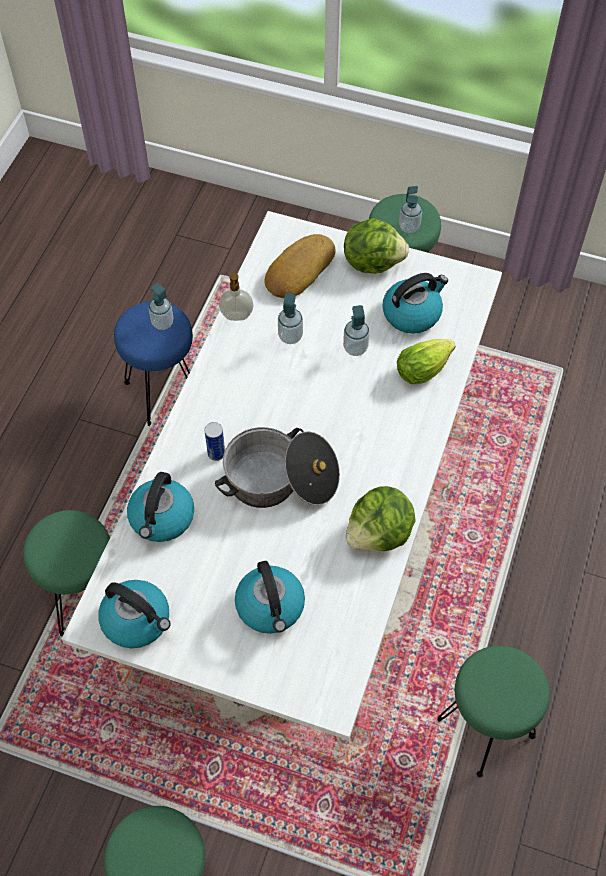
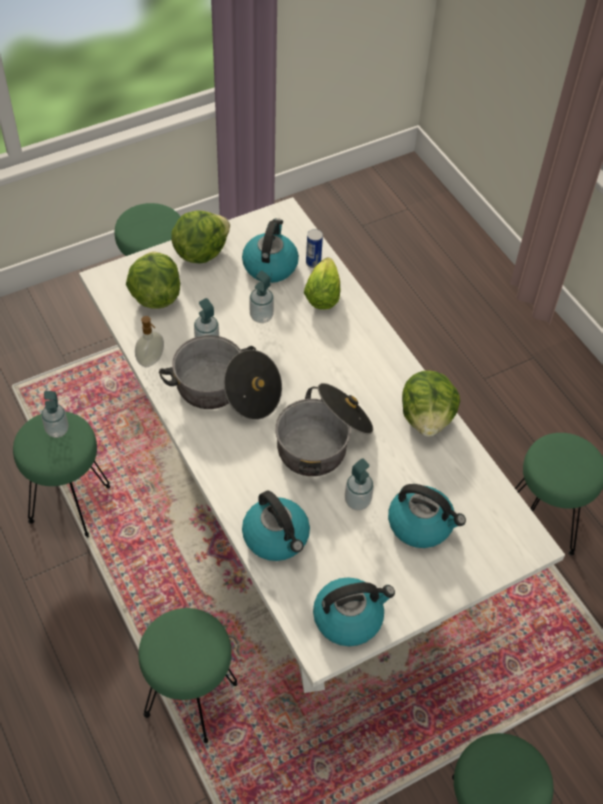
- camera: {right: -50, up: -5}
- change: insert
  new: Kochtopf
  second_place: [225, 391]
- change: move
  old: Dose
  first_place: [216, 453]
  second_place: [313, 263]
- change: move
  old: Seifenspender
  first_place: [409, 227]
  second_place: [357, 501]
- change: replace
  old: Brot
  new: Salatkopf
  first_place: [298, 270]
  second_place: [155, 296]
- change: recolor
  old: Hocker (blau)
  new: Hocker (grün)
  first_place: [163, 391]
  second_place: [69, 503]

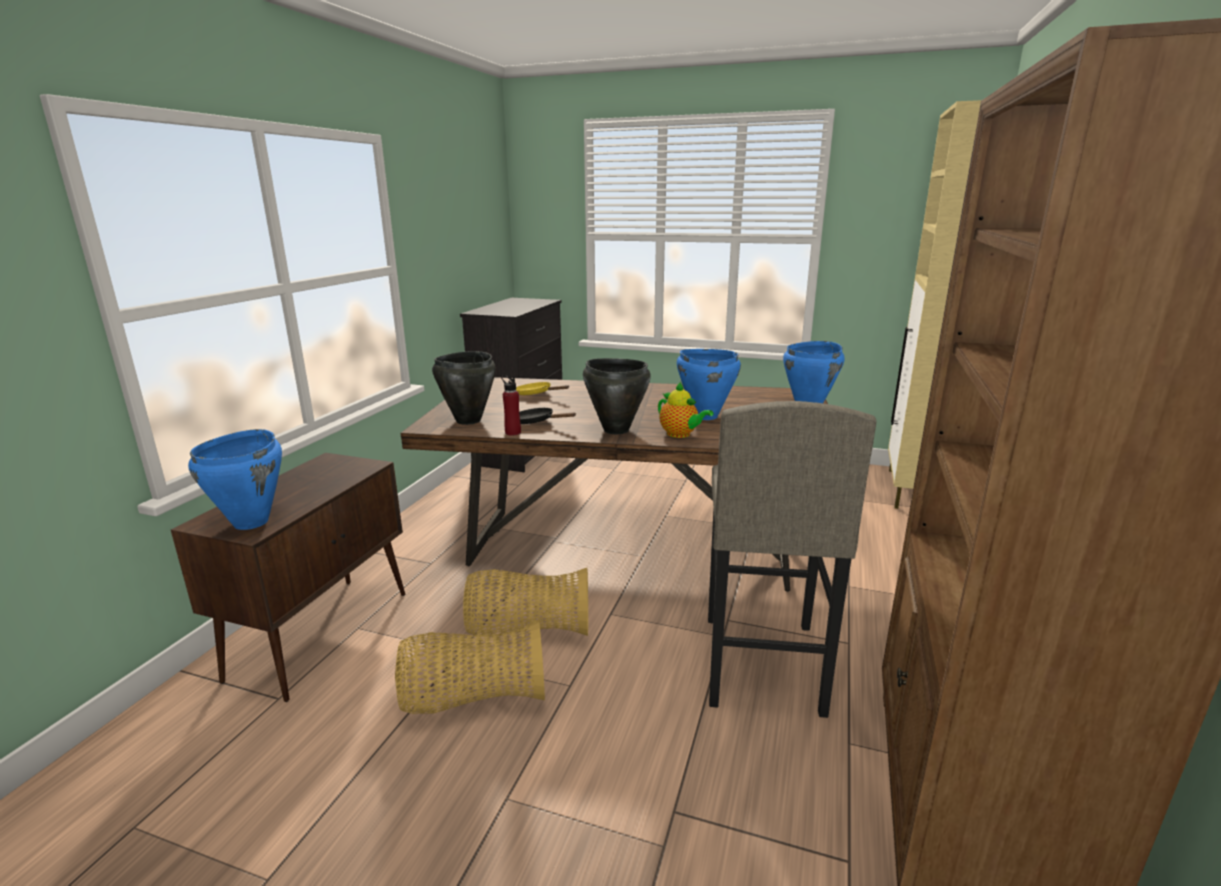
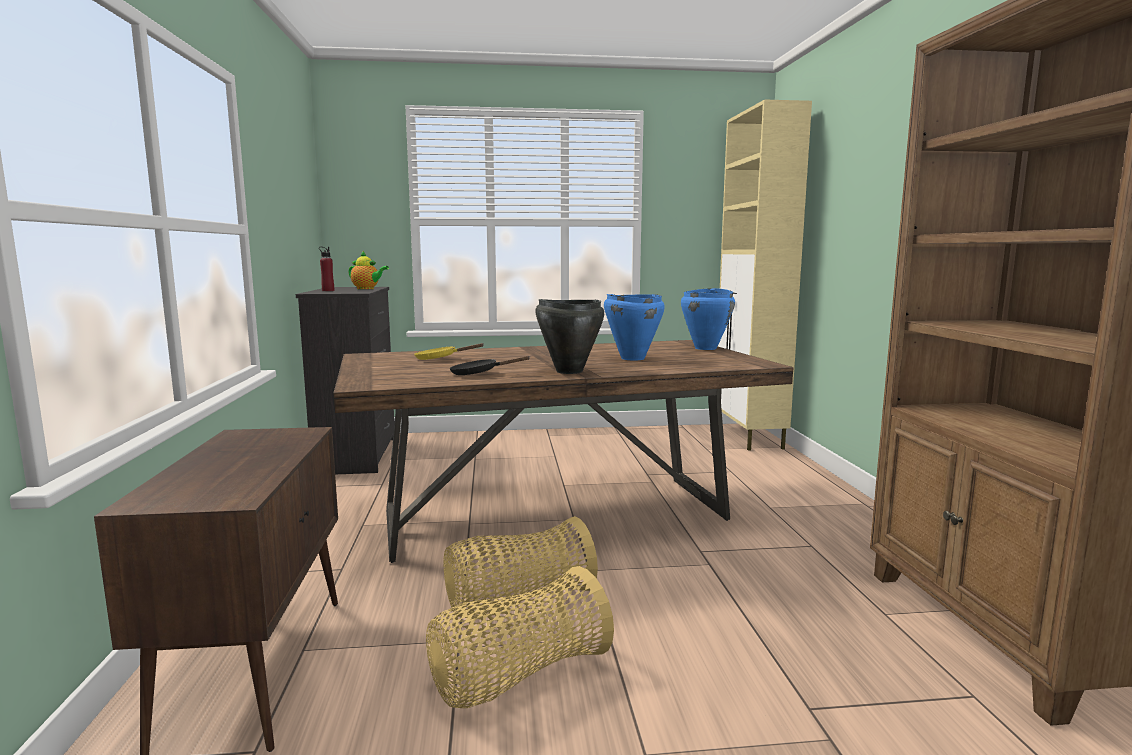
- camera: {right: -25, up: -10}
- change: delete
  old: Kochtopf (blau)
  first_place: [252, 522]
- change: delete
  old: Kochtopf (schwarz)
  first_place: [468, 420]
- change: delete
  old: Hocker (grau)
  first_place: [761, 664]
- change: move
  old: Flasche (rot)
  first_place: [513, 432]
  second_place: [328, 291]
- change: move
  old: Teekanne
  first_place: [680, 434]
  second_place: [367, 289]

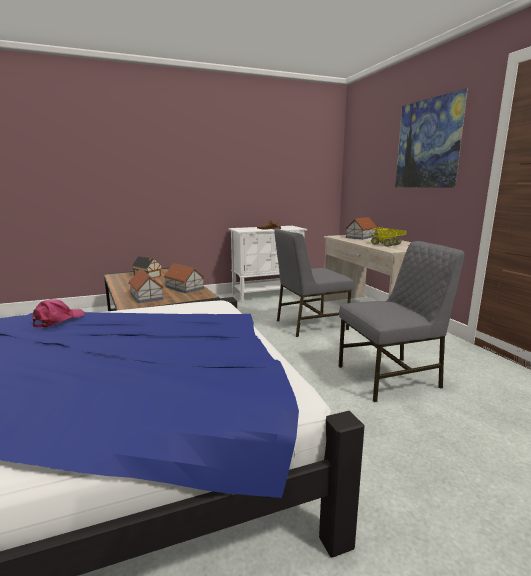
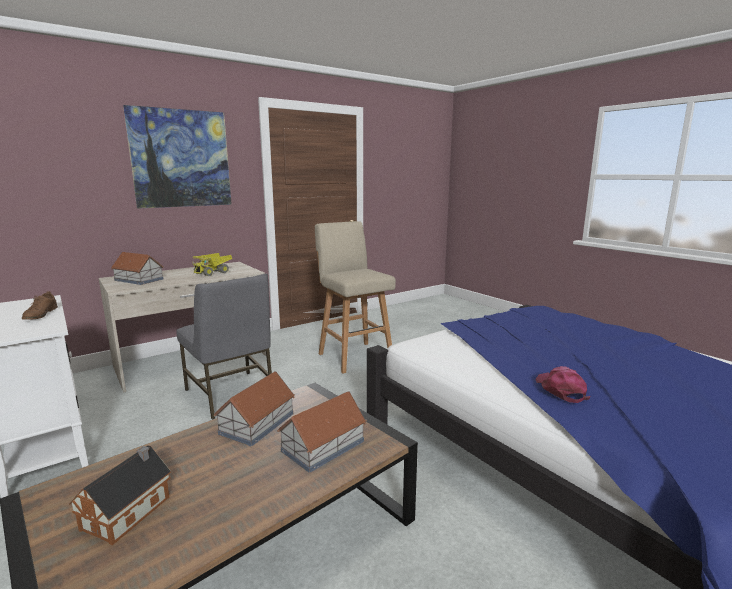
- camera: {right: -105, up: 0}
- change: replace
  old: Stuhl (grau)
  new: Hocker (beige)
  first_place: [390, 377]
  second_place: [354, 356]
- change: rotate
  old: Kappe (rosa)
  first_place: [58, 320]
  second_place: [560, 389]
  degrees: 75

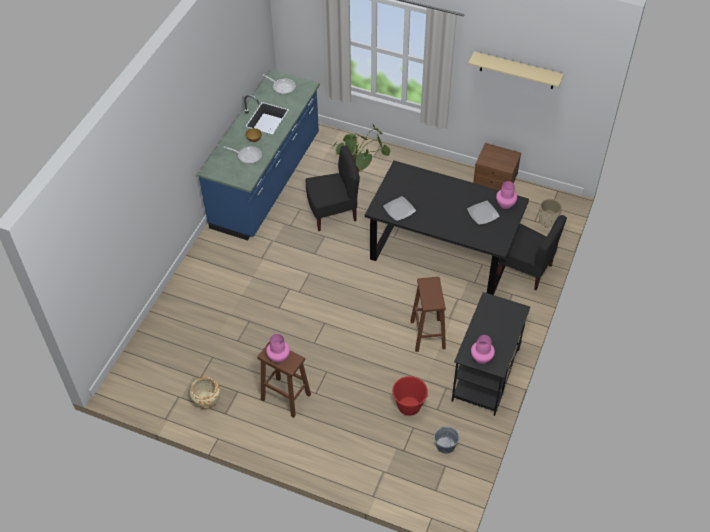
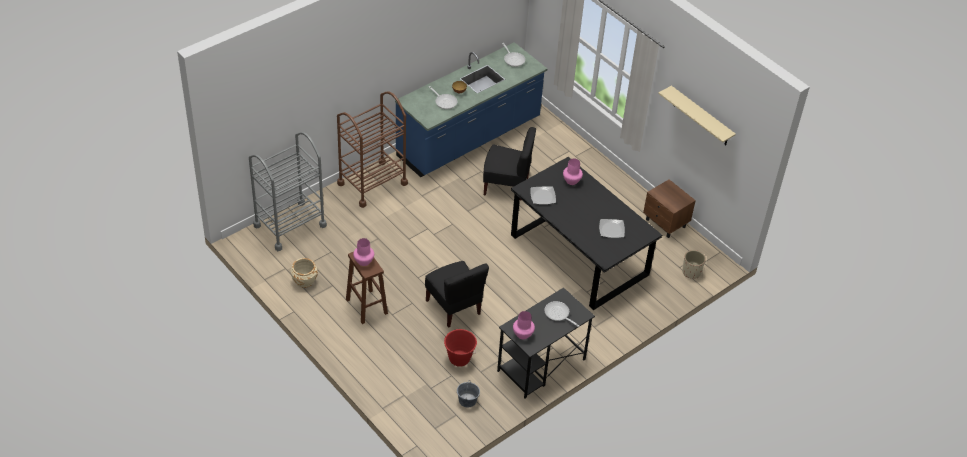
- camera: {right: 25, up: -5}
- change: delete
  old: Topfpflanze
  first_place: [360, 170]
- change: delete
  old: Hocker (braun)
  first_place: [427, 334]
- change: insert
  new: Rollwagen (grau)
  second_place: [290, 225]
- change: insert
  new: Rollwagen (braun)
  second_place: [372, 183]
- change: insert
  new: Pfanne
  second_place: [558, 314]
- change: move
  old: Vase (rosa)
  first_place: [505, 204]
  second_place: [572, 181]
- change: move
  old: Stuhl (schwarz)
  first_place: [525, 269]
  second_place: [454, 307]

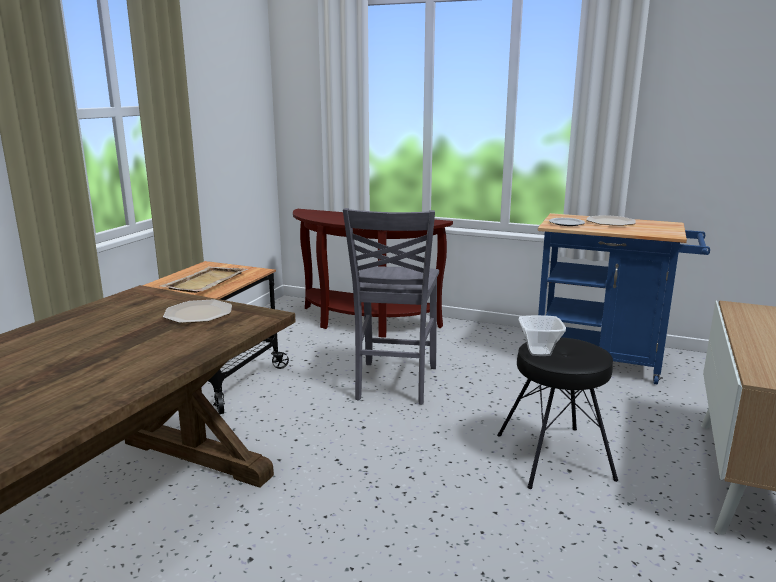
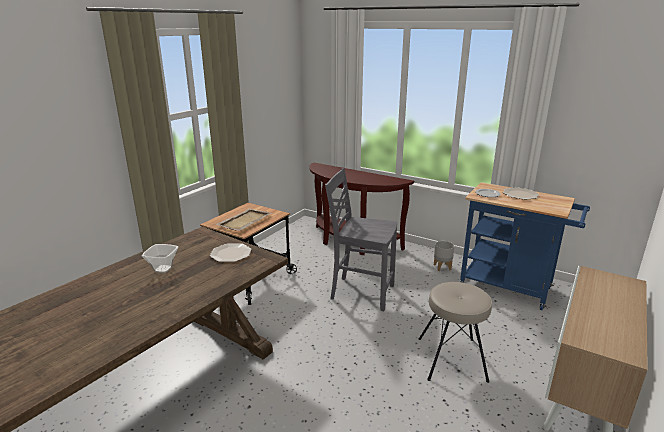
- camera: {right: 10, up: 5}
- change: insert
  new: Pflanzkübel (grau)
  second_place: [442, 267]
- change: move
  old: Schüssel
  first_place: [540, 351]
  second_place: [164, 269]
- change: recolor
  old: Hocker (schwarz)
  new: Hocker (beige)
  first_place: [555, 456]
  second_place: [452, 358]
- change: rotate
  old: Stuhl (grau)
  first_place: [394, 384]
  second_place: [361, 292]
  degrees: 90

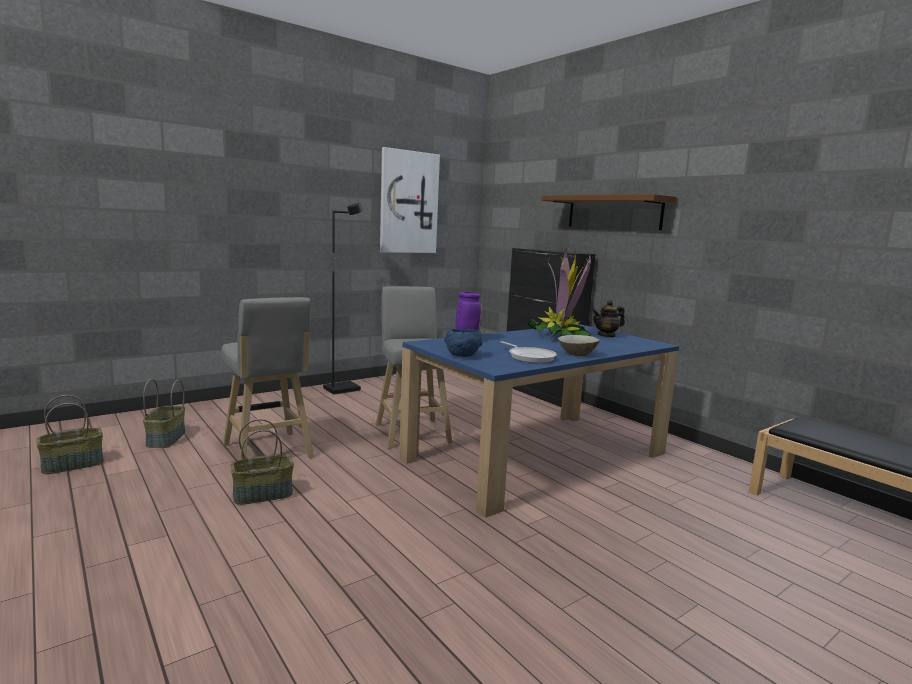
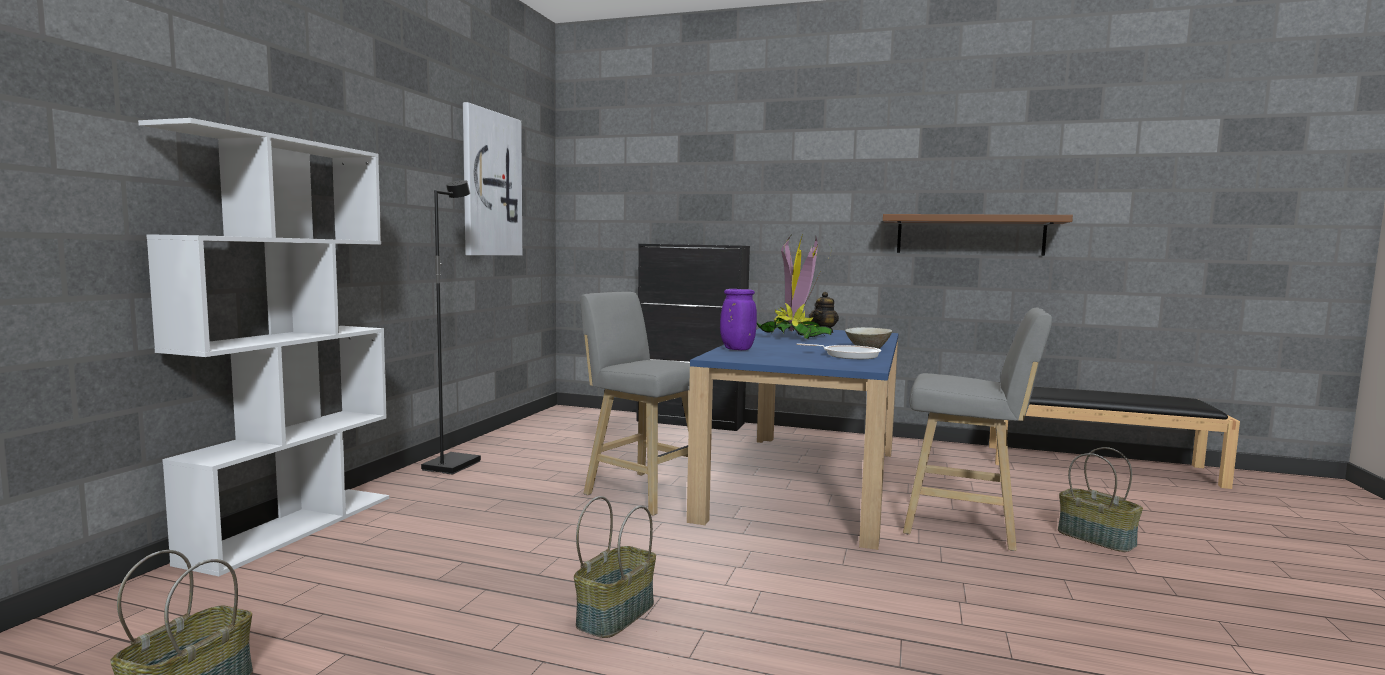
- camera: {right: -35, up: -5}
- change: delete
  old: Schüssel (blau)
  first_place: [463, 356]
- change: insert
  new: Bücherregal (weiß)
  second_place: [293, 527]
- change: move
  old: Korb
  first_place: [166, 439]
  second_place: [1097, 538]
- change: move
  old: Hocker (grau)
  first_place: [268, 453]
  second_place: [966, 526]
- change: move
  old: Wandregal (braun)
  first_place: [613, 212]
  second_place: [969, 235]

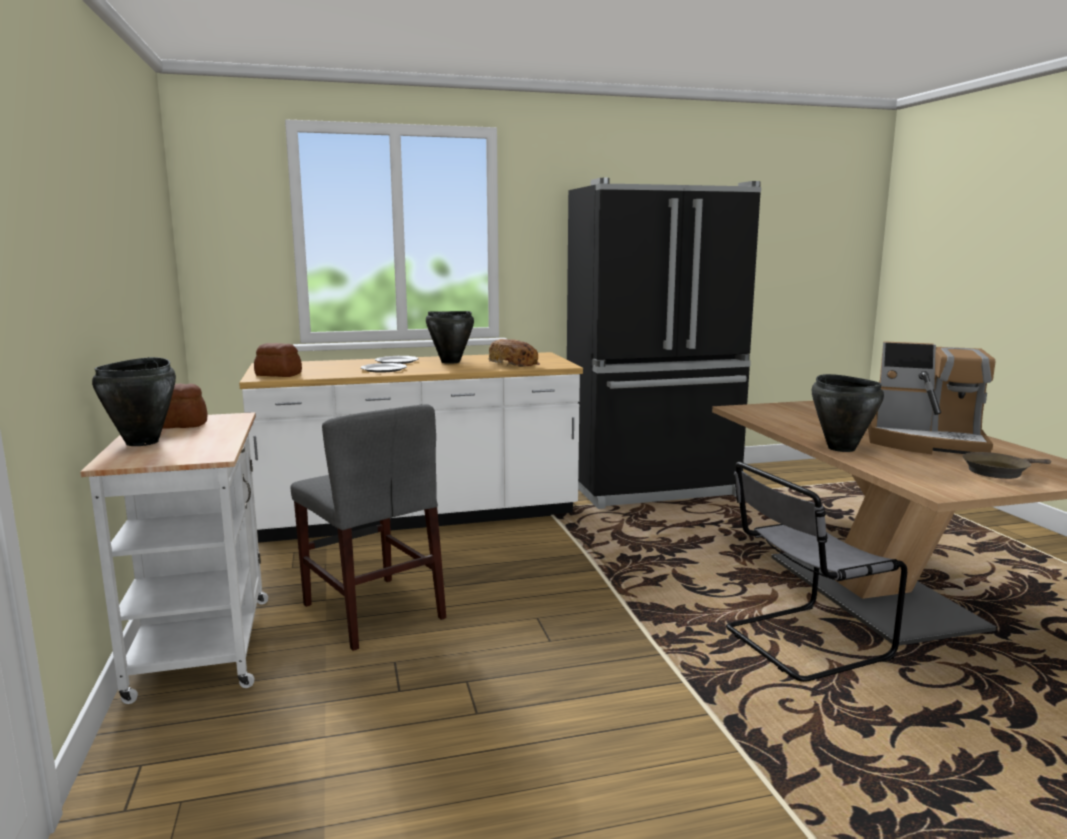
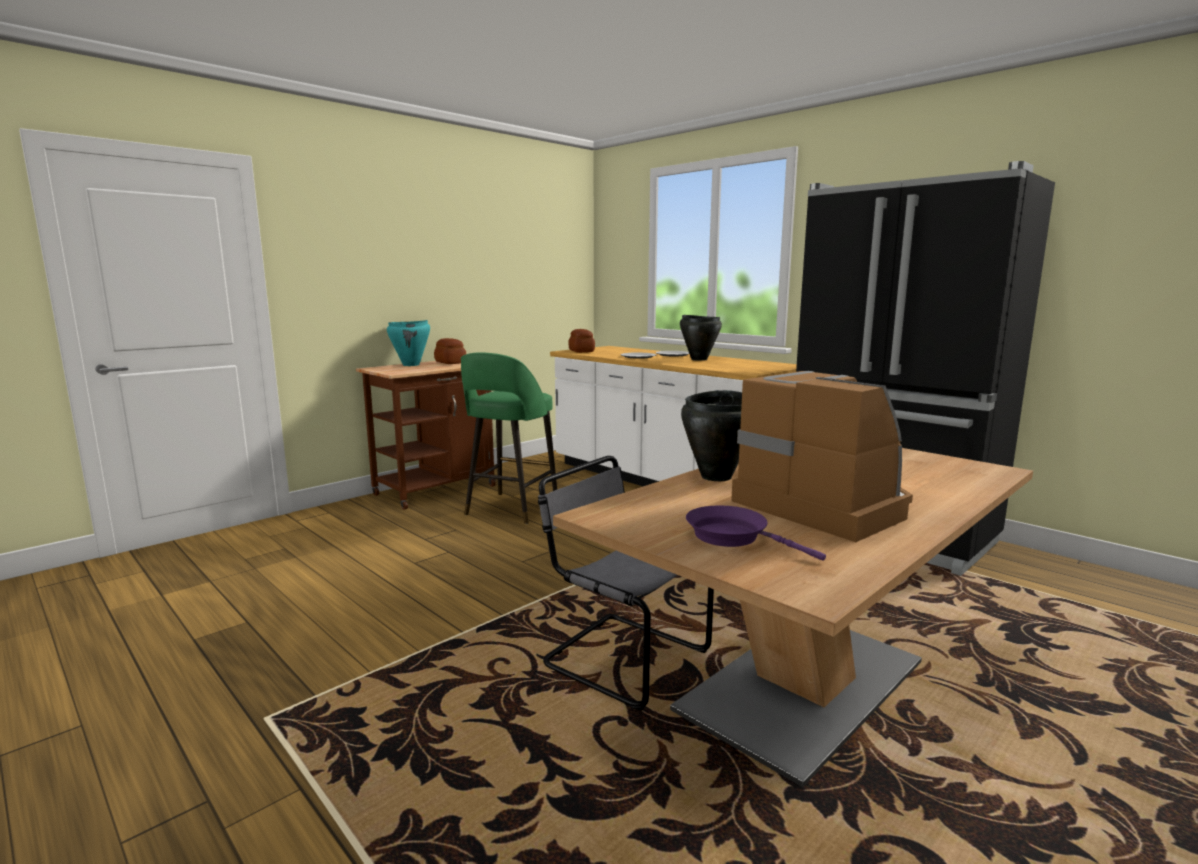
- camera: {right: 60, up: 0}
- change: delete
  old: Brot
  first_place: [515, 364]
- change: replace
  old: Stuhl (grau)
  new: Hocker (grün)
  first_place: [373, 611]
  second_place: [510, 509]
- change: recolor
  old: Rollwagen (weiß)
  new: Rollwagen (braun)
  first_place: [203, 640]
  second_place: [442, 488]
- change: recolor
  old: Kochtopf (schwarz)
  new: Kochtopf (türkis)
  first_place: [143, 442]
  second_place: [411, 365]
- change: recolor
  old: Pfanne (braun)
  new: Pfanne (lila)
  first_place: [998, 471]
  second_place: [733, 537]
- change: rotate
  old: Kaffeemaschine
  first_place: [926, 443]
  second_place: [822, 505]
  degrees: 150

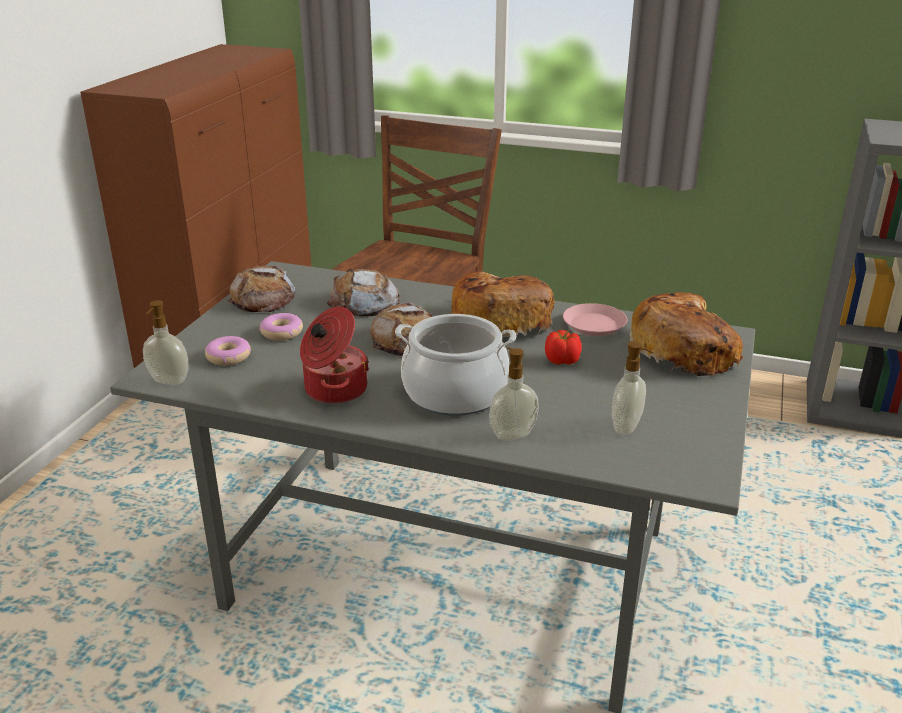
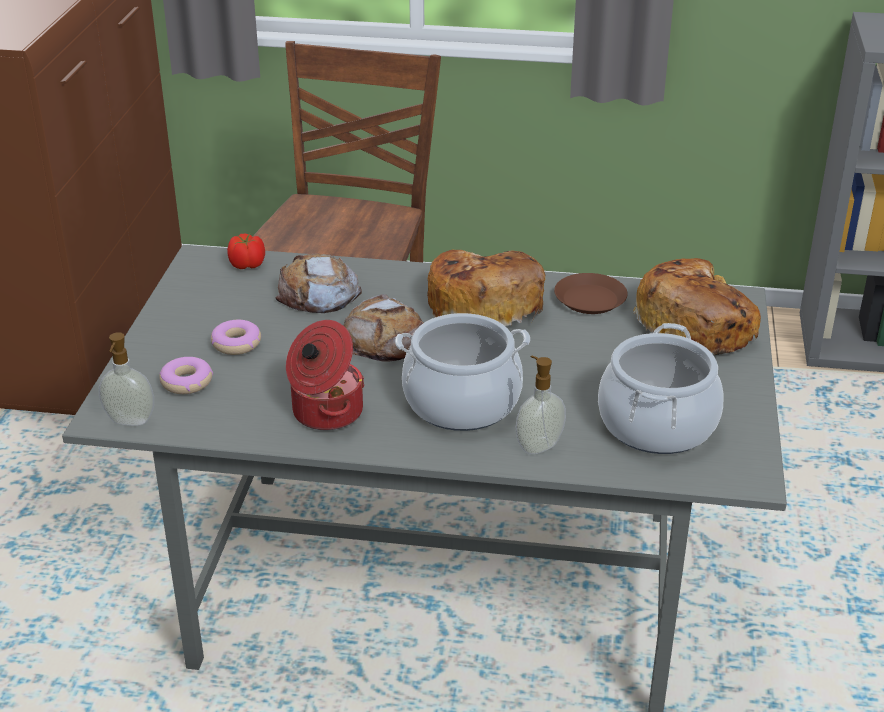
- camera: {right: -10, up: 5}
- change: delete
  old: Brot
  first_place: [263, 298]
- change: move
  old: Tomate
  first_place: [562, 361]
  second_place: [248, 265]
- change: replace
  old: Seifenspender
  new: Kochtopf
  first_place: [627, 427]
  second_place: [656, 424]
- change: recolor
  old: Teller (rosa)
  new: Teller (braun)
  first_place: [594, 325]
  second_place: [590, 300]

